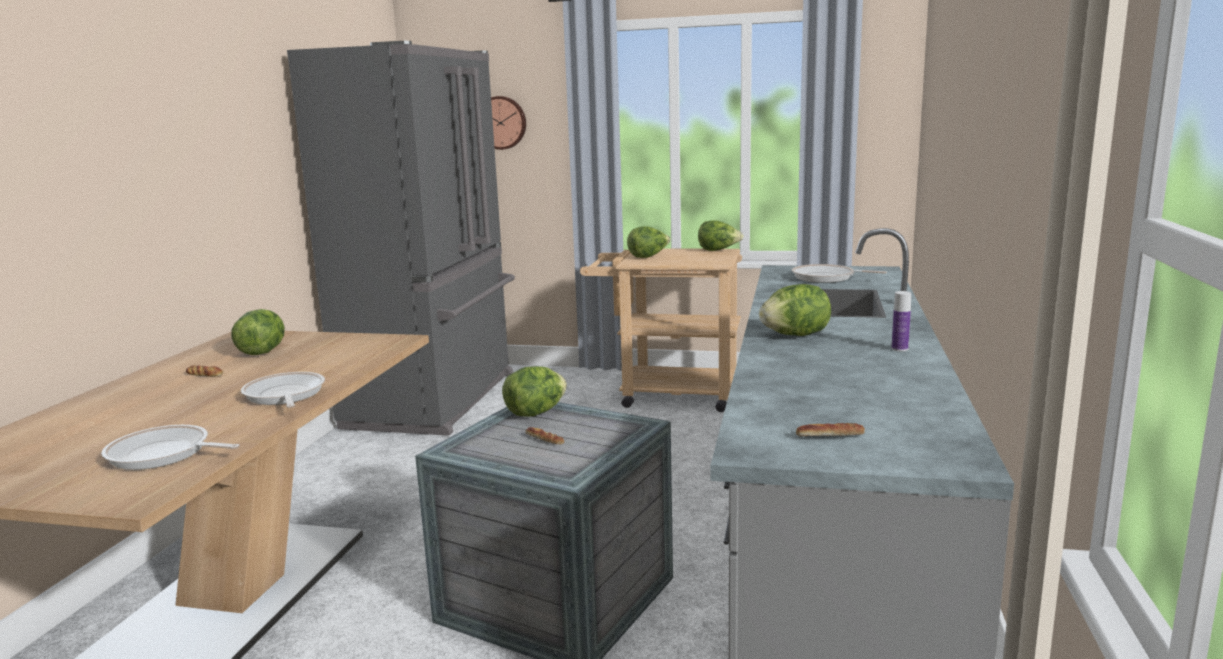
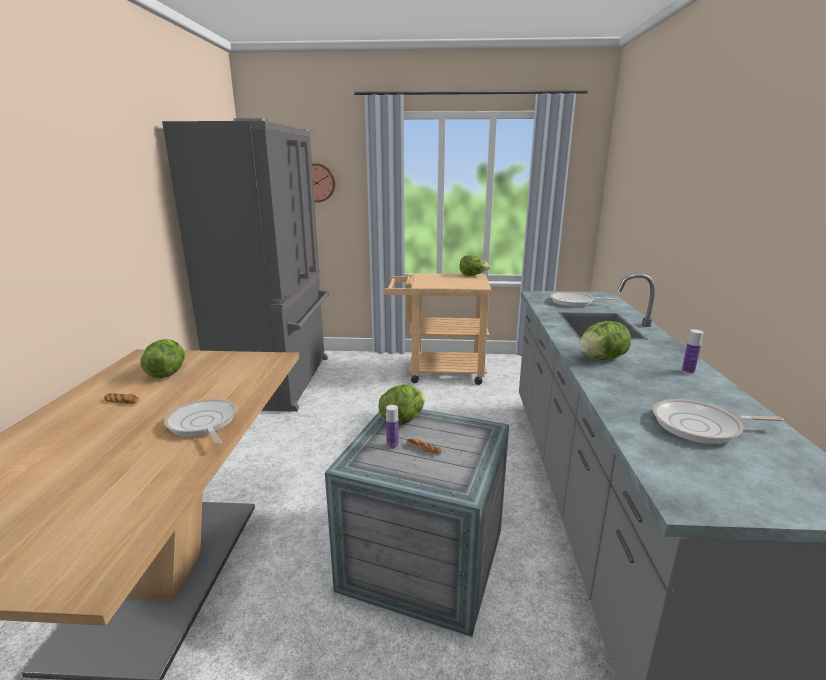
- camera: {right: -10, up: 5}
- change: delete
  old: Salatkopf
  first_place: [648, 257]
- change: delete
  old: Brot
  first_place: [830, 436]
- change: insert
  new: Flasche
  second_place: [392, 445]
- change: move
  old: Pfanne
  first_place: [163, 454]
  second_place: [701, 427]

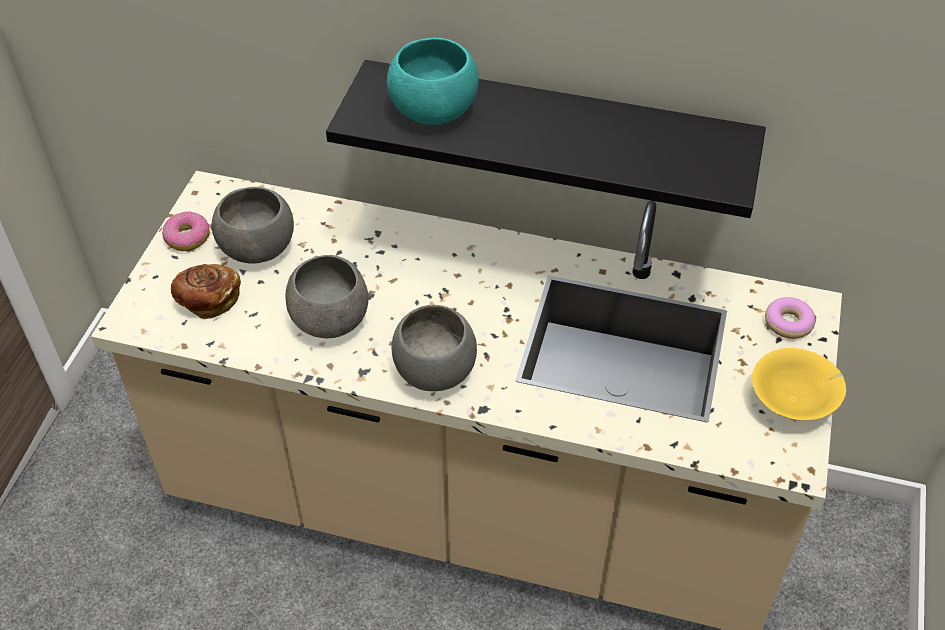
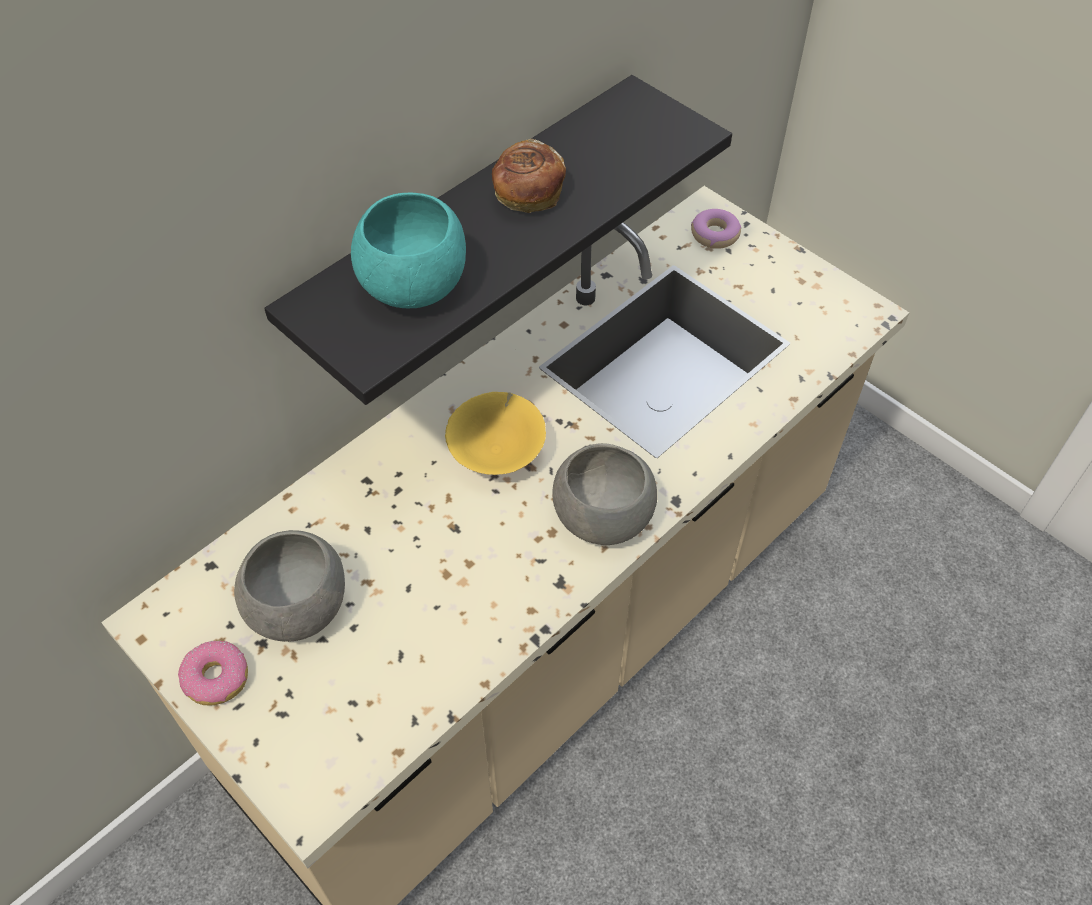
- camera: {right: -60, up: 5}
- change: delete
  old: Schüssel (grau)
  first_place: [331, 320]
- change: move
  old: Brot
  first_place: [208, 300]
  second_place: [527, 195]
- change: move
  old: Schüssel (gelb)
  first_place: [793, 403]
  second_place: [498, 452]

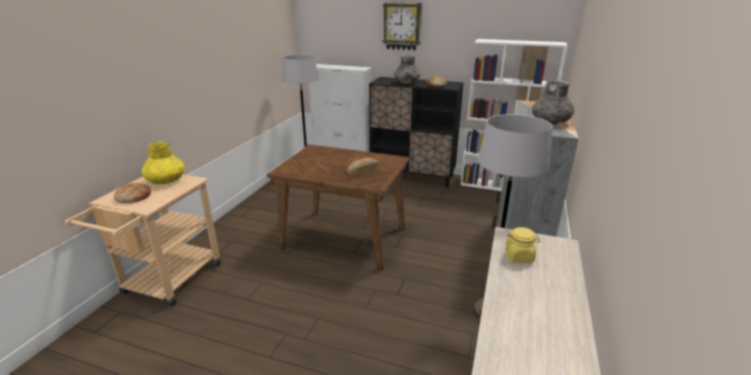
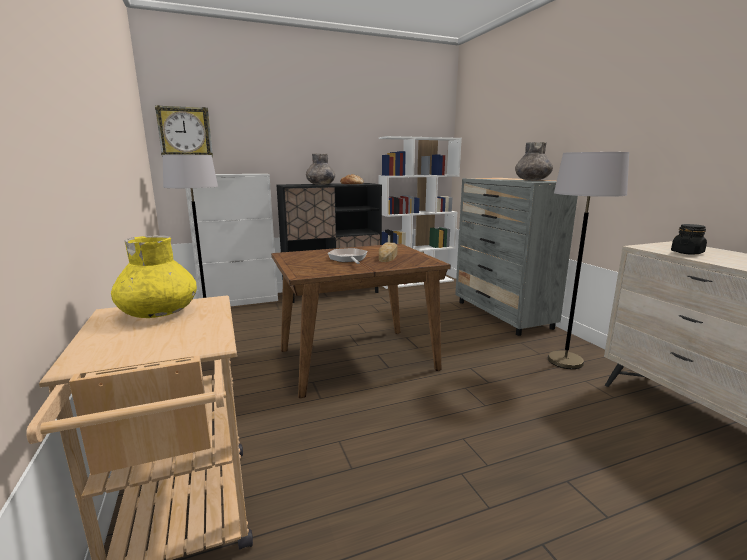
- camera: {right: -40, up: -10}
- change: delete
  old: Brot
  first_place: [133, 196]
- change: insert
  new: Pfanne
  second_place: [348, 259]
- change: move
  old: Wanduhr
  first_place: [402, 26]
  second_place: [185, 135]
- change: recolor
  old: Vorratsglas (gelb)
  new: Vorratsglas (schwarz)
  first_place: [519, 257]
  second_place: [687, 253]

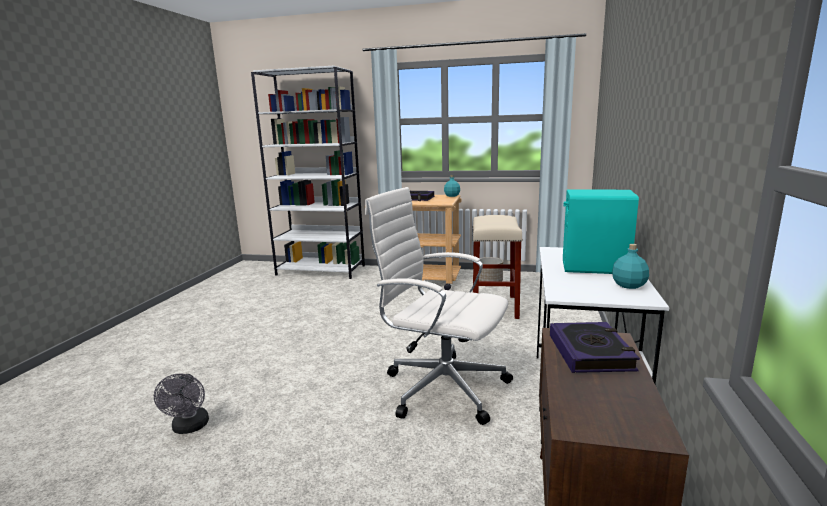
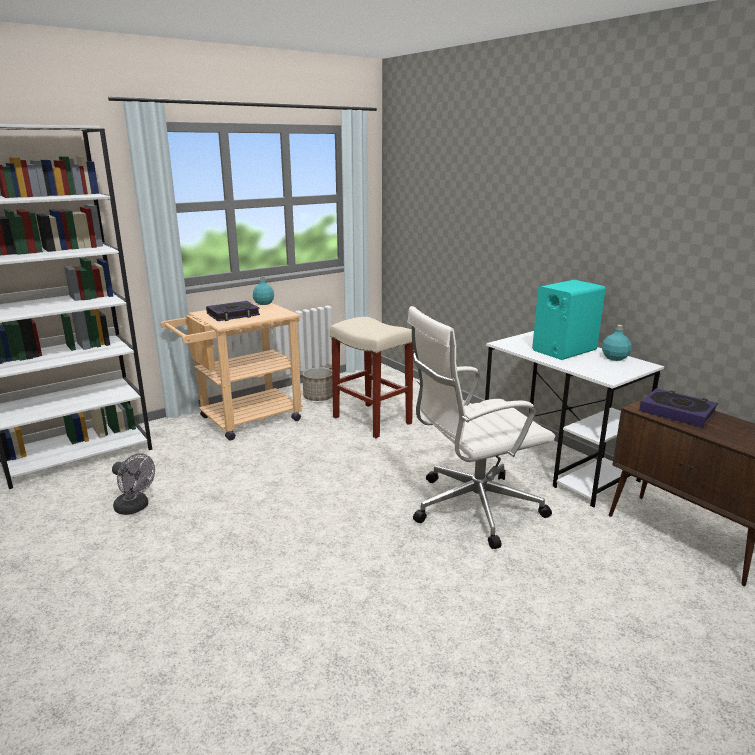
- camera: {right: -50, up: 5}
- change: move
  old: Ventilator (grau)
  first_place: [189, 428]
  second_place: [135, 508]

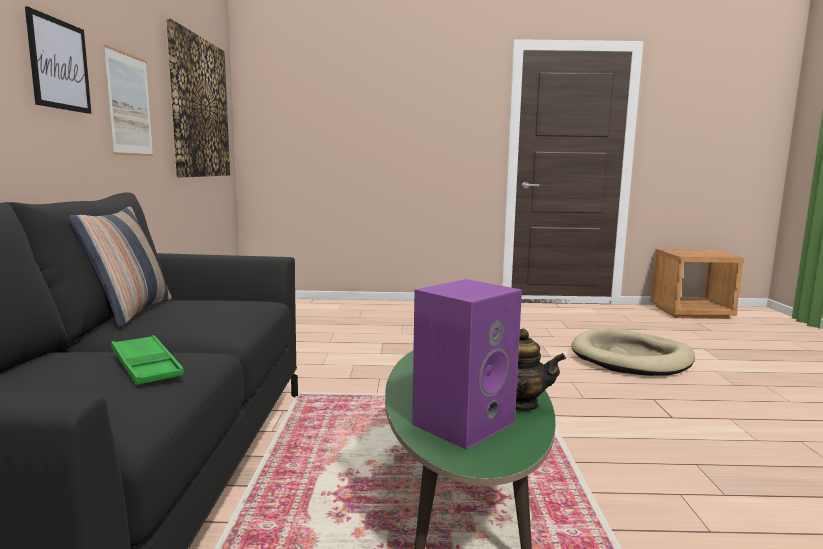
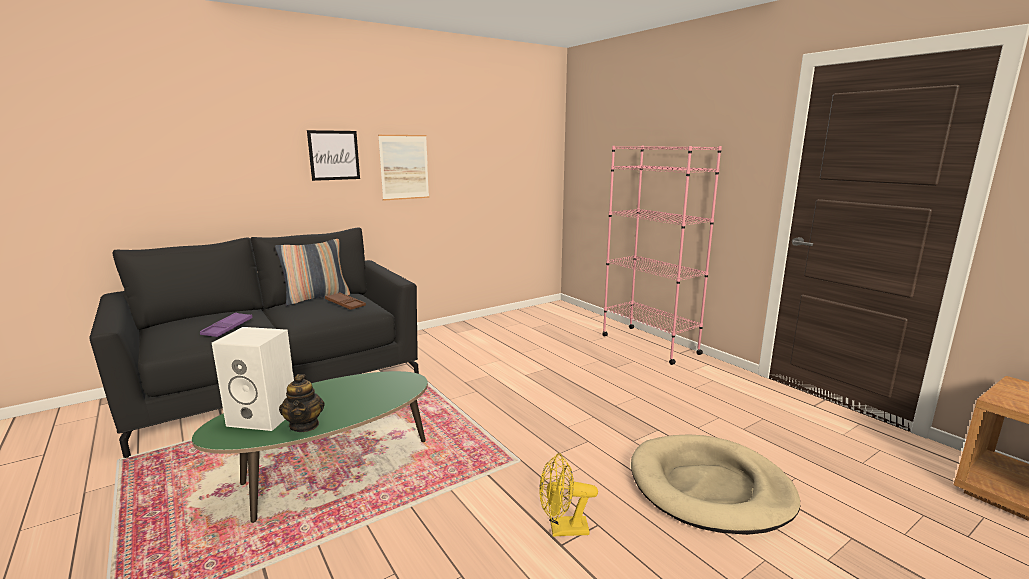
- camera: {right: 55, up: 5}
- change: delete
  old: Bild
  first_place: [199, 108]
- change: insert
  new: Tablett (braun)
  second_place: [345, 304]
- change: insert
  new: Ventilator (gelb)
  second_place: [562, 529]
- change: insert
  new: Bücherregal (rosa)
  second_place: [649, 344]
- change: recolor
  old: Tablett (grün)
  new: Tablett (lila)
  first_place: [146, 366]
  second_place: [227, 328]
- change: recolor
  old: Lautsprecher (lila)
  new: Lautsprecher (weiß)
  first_place: [463, 422]
  second_place: [265, 416]

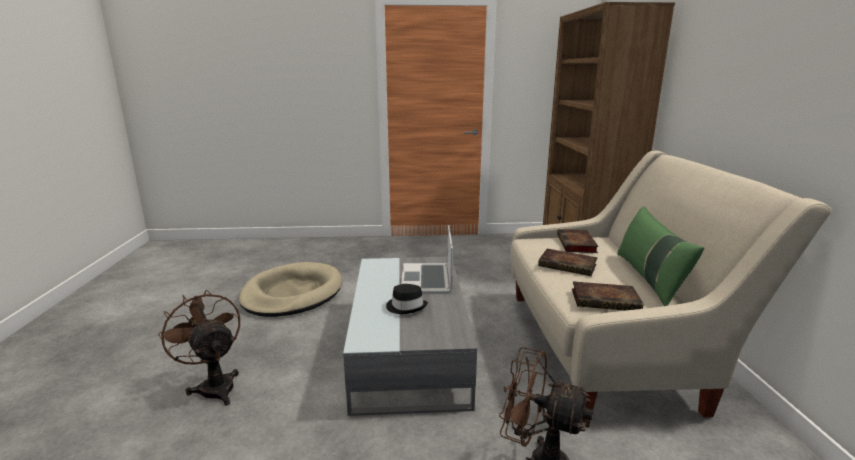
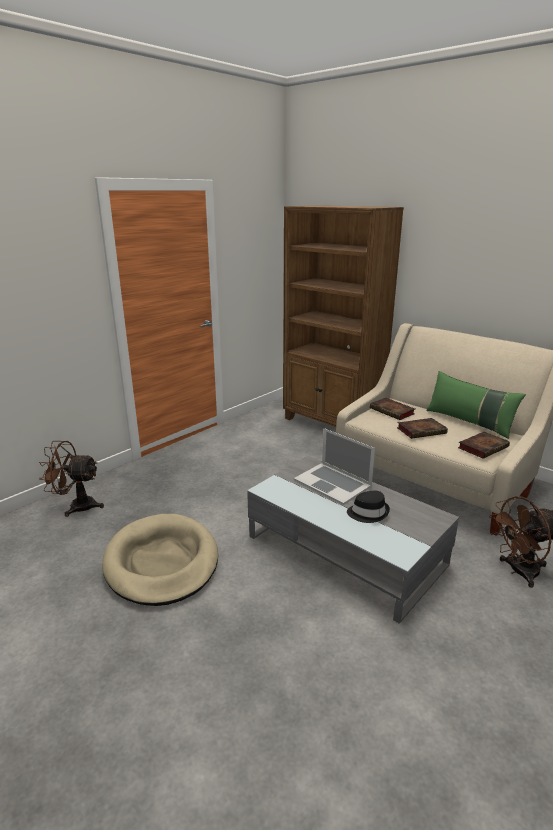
- camera: {right: -45, up: 5}
- change: move
  old: Ventilator (braun)
  first_place: [214, 385]
  second_place: [76, 506]

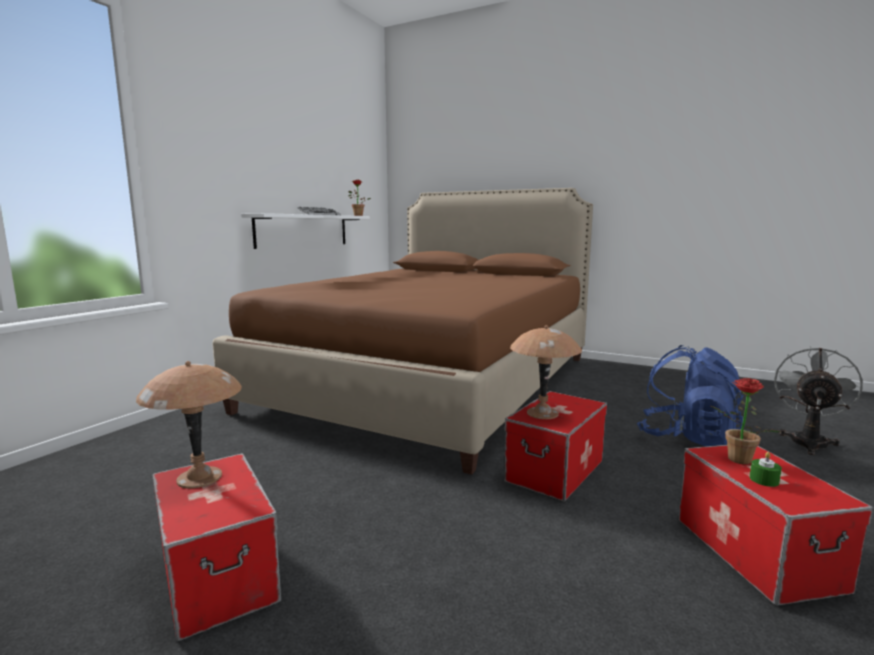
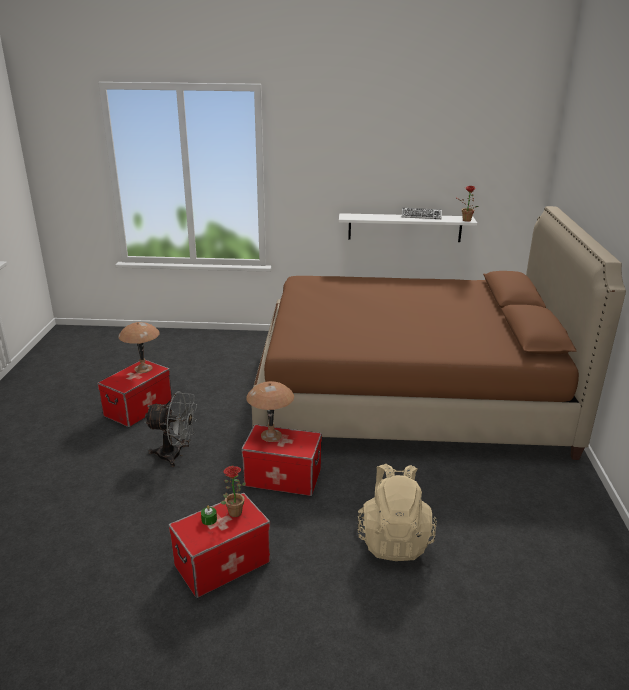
- camera: {right: 65, up: 15}
- change: move
  old: Ventilator (grau)
  first_place: [808, 441]
  second_place: [175, 455]
- change: recolor
  old: Rucksack (blau)
  new: Rucksack (beige)
  first_place: [686, 437]
  second_place: [394, 539]

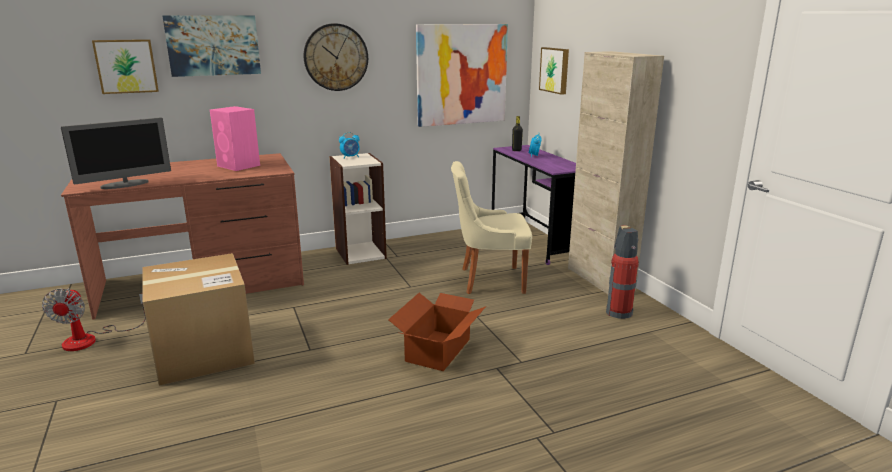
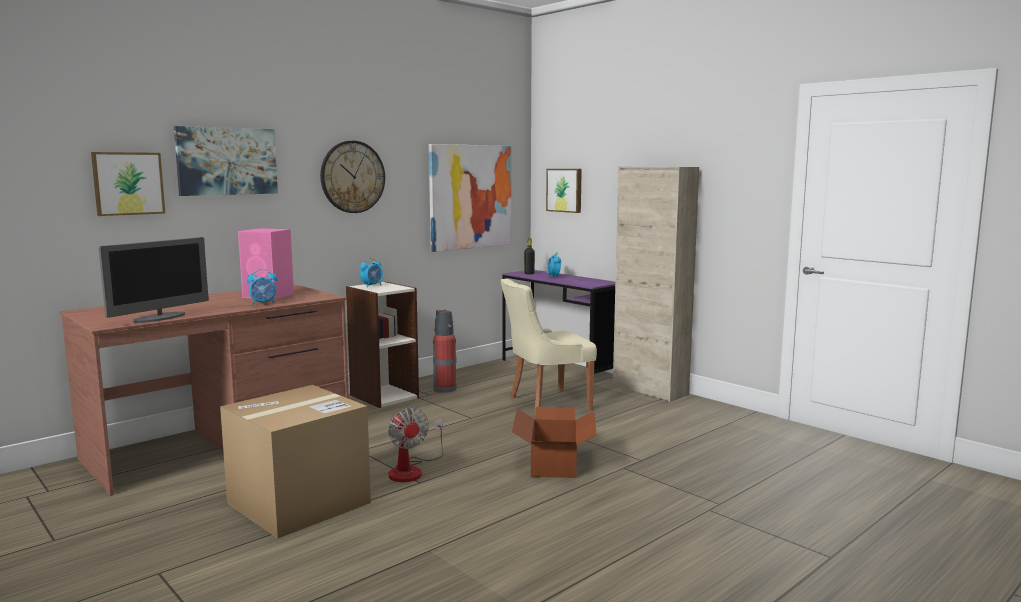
- camera: {right: -20, up: -10}
- change: insert
  new: Wecker
  second_place: [263, 303]
- change: move
  old: Ventilator
  first_place: [91, 339]
  second_place: [412, 470]
- change: move
  old: Feuerlöscher
  first_place: [618, 312]
  second_place: [444, 389]

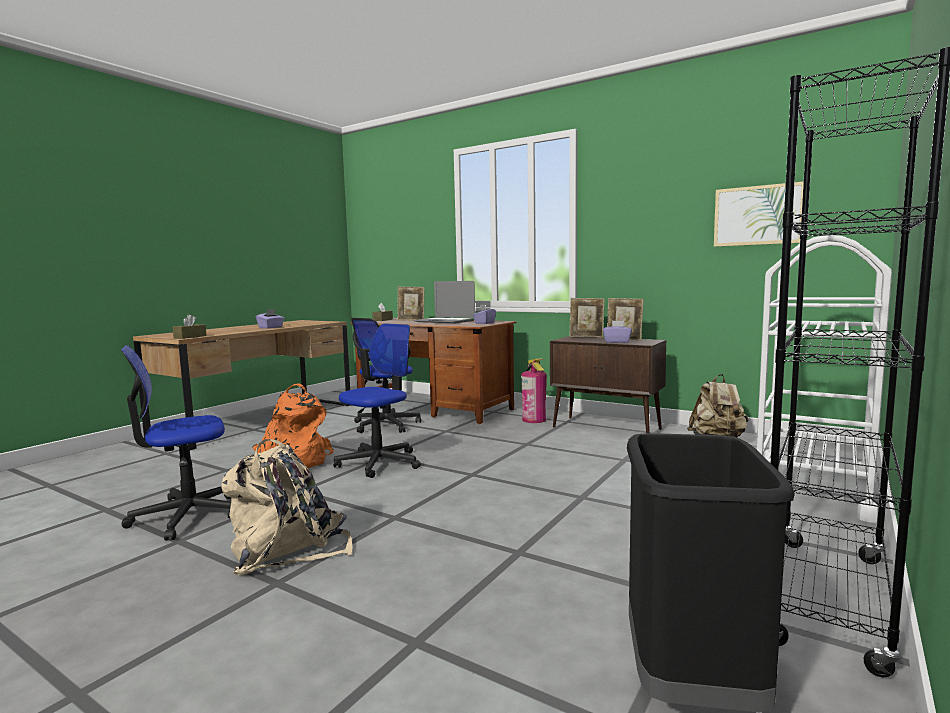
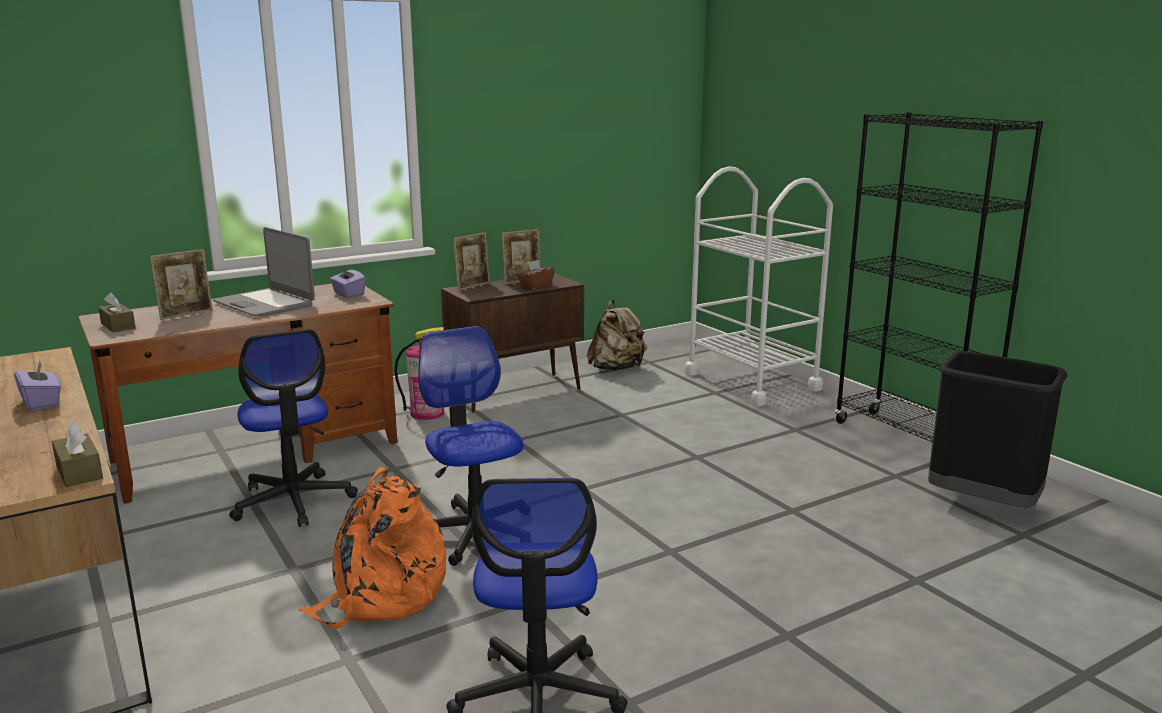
- camera: {right: -65, up: 10}
- change: delete
  old: Rucksack (beige)
  first_place: [288, 549]
- change: delete
  old: Bild
  first_place: [758, 215]
- change: recolor
  old: Taschentuchbox (lila)
  new: Taschentuchbox (braun)
  first_place: [617, 342]
  second_place: [535, 286]
- change: rotate
  old: Laptop
  first_place: [444, 321]
  second_place: [265, 304]
  degrees: 75

